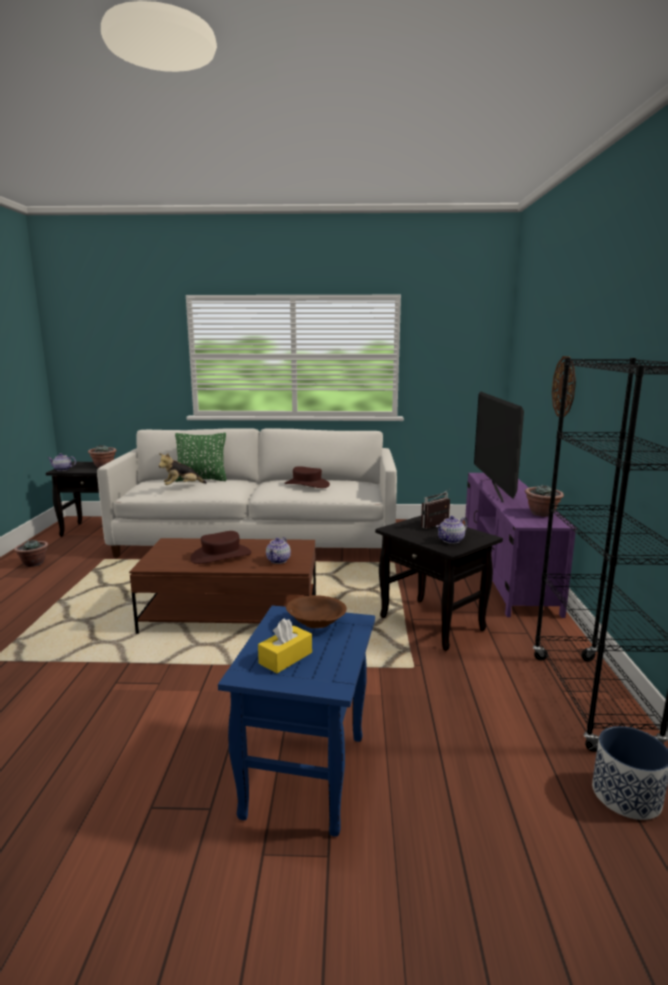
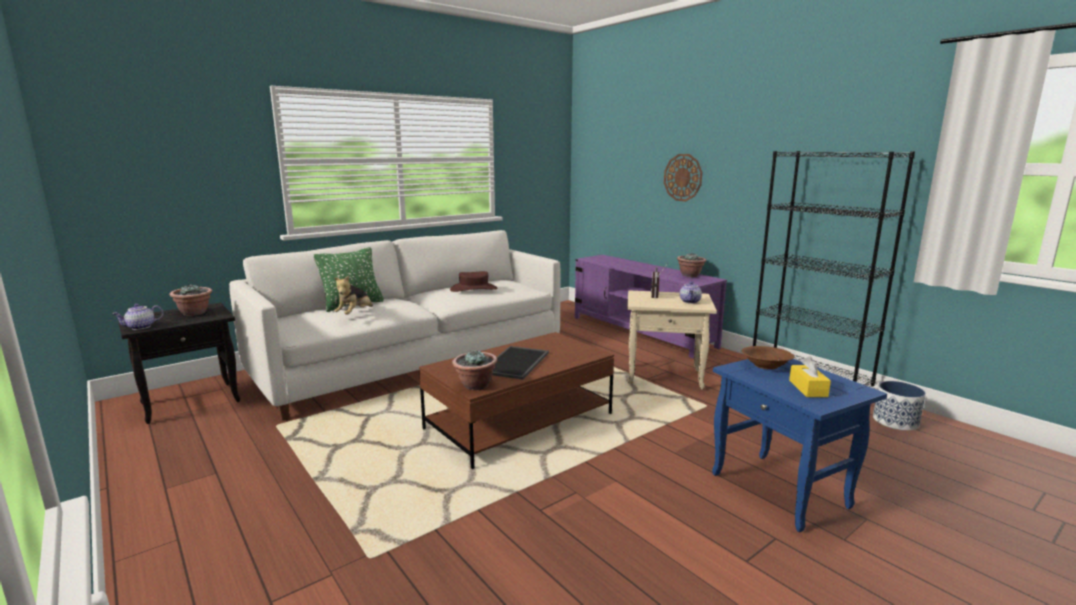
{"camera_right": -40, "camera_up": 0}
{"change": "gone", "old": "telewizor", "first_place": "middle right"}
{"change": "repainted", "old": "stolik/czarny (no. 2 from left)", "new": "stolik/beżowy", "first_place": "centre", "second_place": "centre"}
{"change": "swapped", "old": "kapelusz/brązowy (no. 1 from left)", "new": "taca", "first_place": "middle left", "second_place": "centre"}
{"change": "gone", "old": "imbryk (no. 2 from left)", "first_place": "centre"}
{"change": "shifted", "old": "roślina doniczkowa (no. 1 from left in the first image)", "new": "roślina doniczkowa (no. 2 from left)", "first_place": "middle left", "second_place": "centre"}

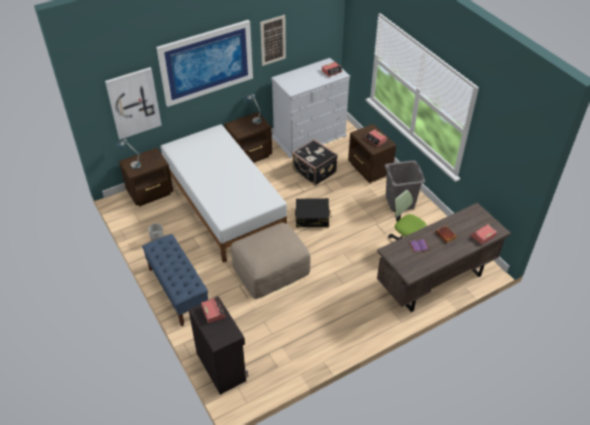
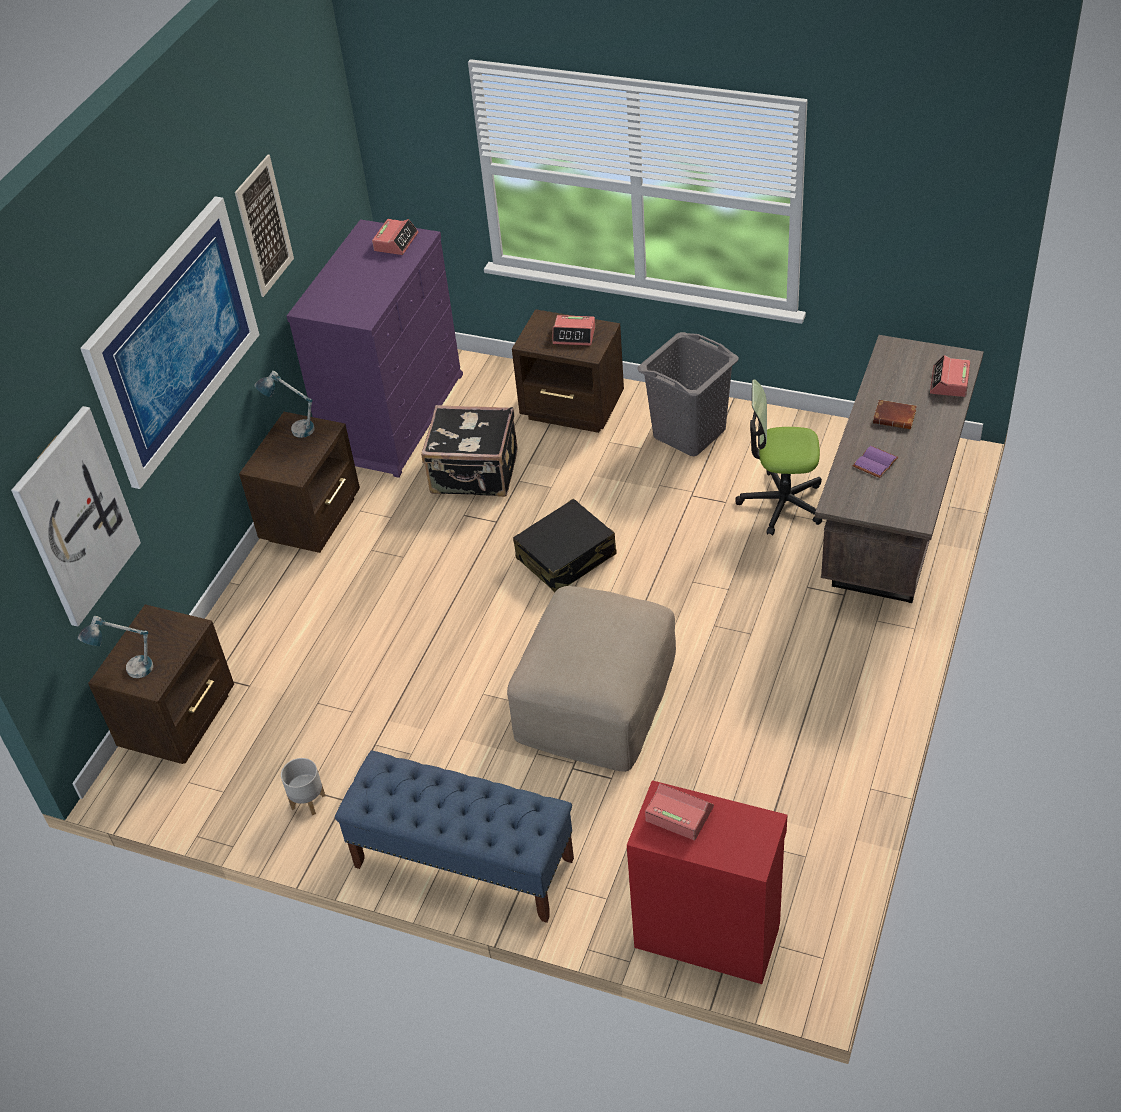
{"camera_right": -35, "camera_up": 0}
{"change": "repainted", "old": "komoda/biały", "new": "komoda/fioletowy", "first_place": "top centre", "second_place": "top centre"}
{"change": "gone", "old": "łóżko/biały", "first_place": "centre"}
{"change": "repainted", "old": "szafka/czarny", "new": "szafka/czerwony", "first_place": "bottom centre", "second_place": "bottom centre"}

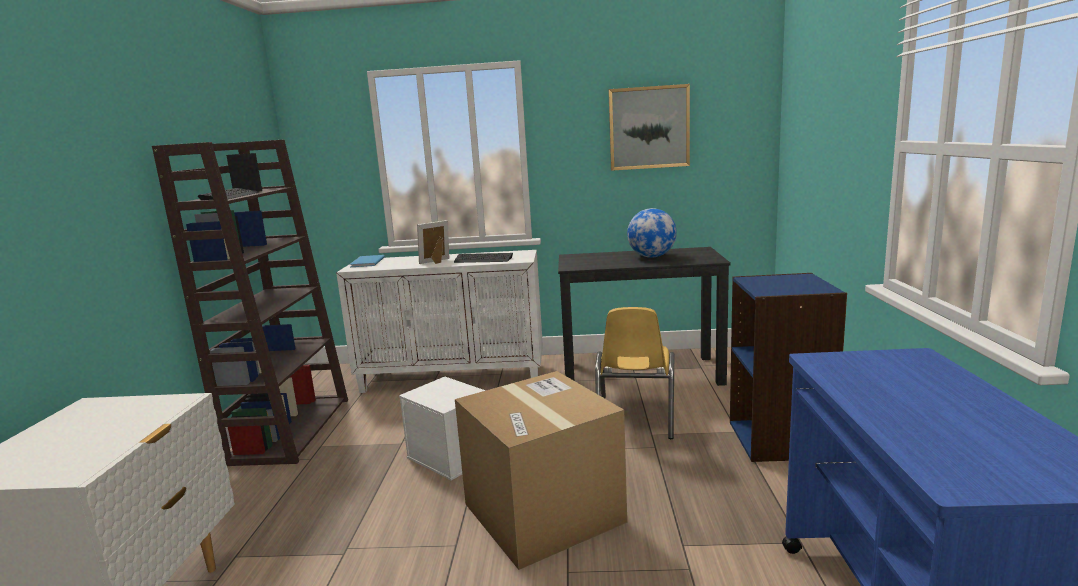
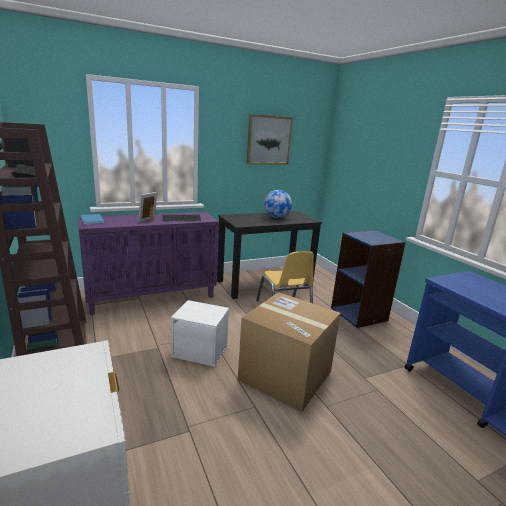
{"camera_right": -30, "camera_up": 5}
{"change": "repainted", "old": "szafka/biały", "new": "szafka/fioletowy", "first_place": "centre", "second_place": "middle left"}

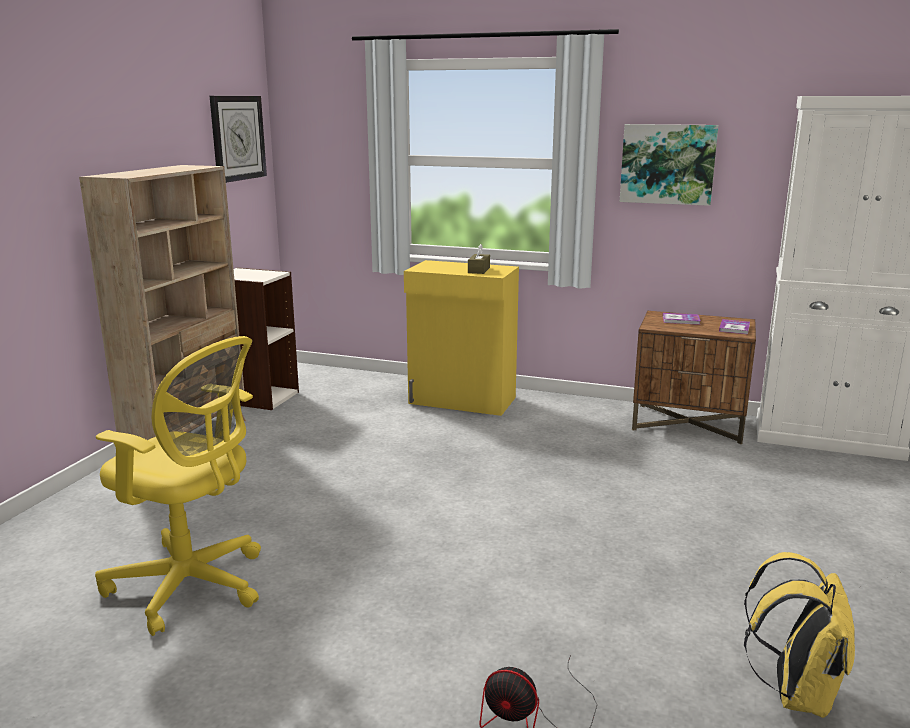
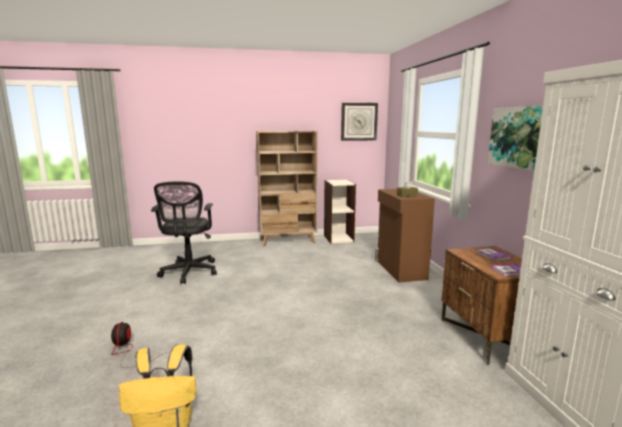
{"camera_right": 60, "camera_up": -5}
{"change": "repainted", "old": "szafka/żółty", "new": "szafka/brązowy", "first_place": "centre", "second_place": "centre"}
{"change": "repainted", "old": "krzesło biurowe/żółty", "new": "krzesło biurowe/czarny", "first_place": "bottom left", "second_place": "middle left"}

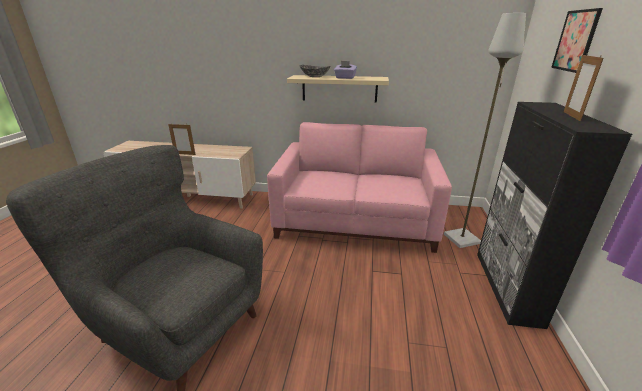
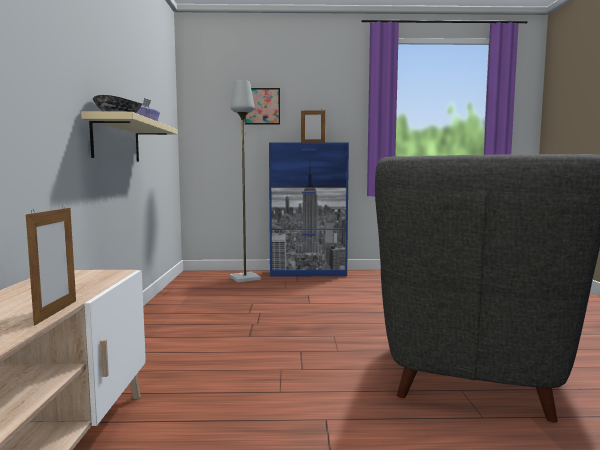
{"camera_right": -100, "camera_up": -20}
{"change": "repainted", "old": "szafka/czarny", "new": "szafka/niebieski", "first_place": "middle right", "second_place": "centre"}
{"change": "gone", "old": "kanapa/różowy", "first_place": "centre"}

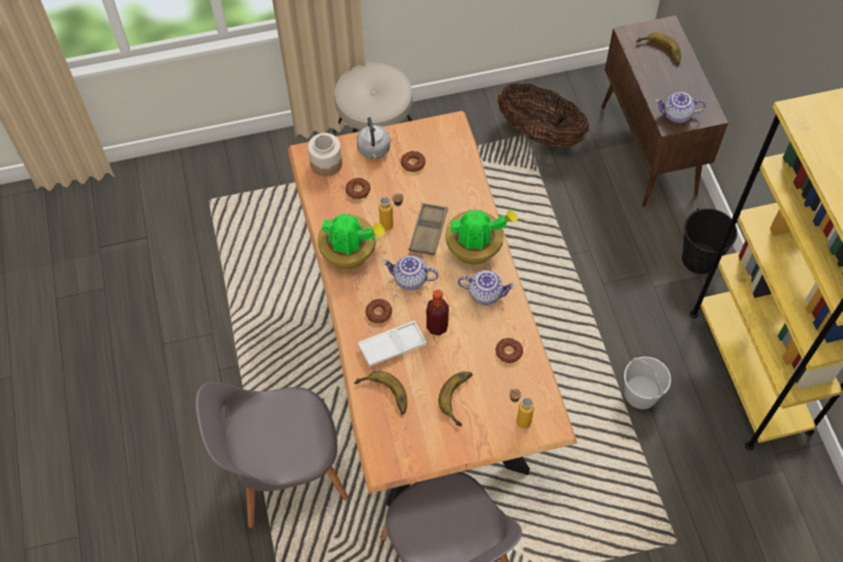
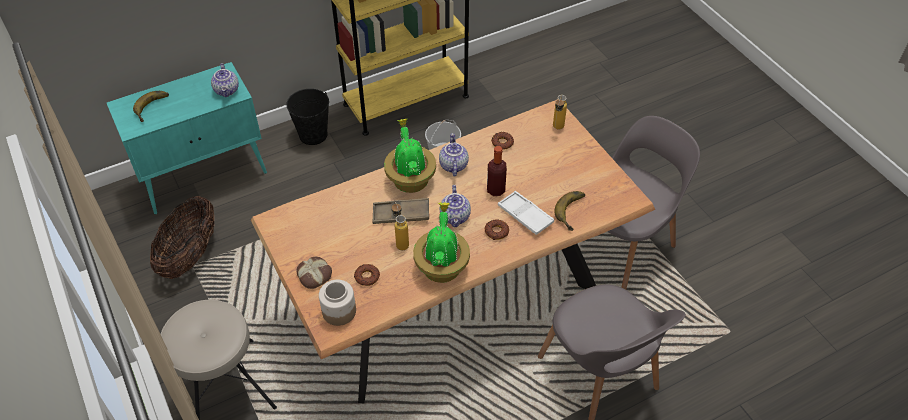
{"camera_right": -105, "camera_up": -10}
{"change": "repainted", "old": "szafka/brązowy", "new": "szafka/turkusowy", "first_place": "top right", "second_place": "top left"}
{"change": "swapped", "old": "czajnik/szary", "new": "chleb", "first_place": "top centre", "second_place": "centre"}
{"change": "gone", "old": "donut (no. 3 from left)", "first_place": "top centre"}
{"change": "gone", "old": "banan (no. 2 from left)", "first_place": "bottom centre"}

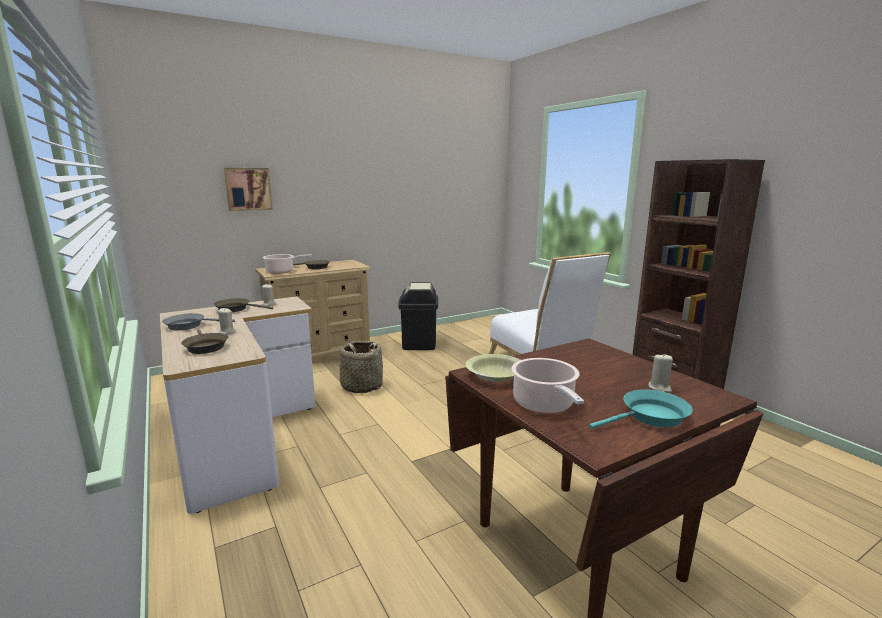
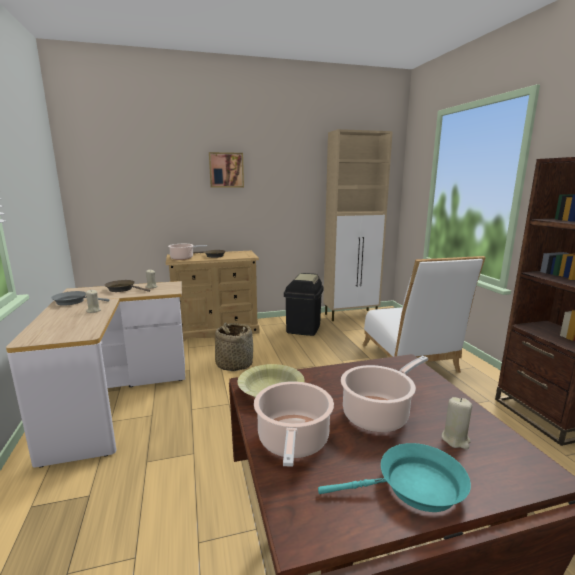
{"camera_right": 15, "camera_up": 0}
{"change": "shifted", "old": "obraz", "first_place": "top left", "second_place": "top centre"}
{"change": "gone", "old": "patelnia/brązowy (no. 1 from left)", "first_place": "middle left"}
{"change": "new", "new": "szafka/beżowy", "second_place": "centre"}
{"change": "new", "new": "garnek (no. 3 from left)", "second_place": "bottom right"}

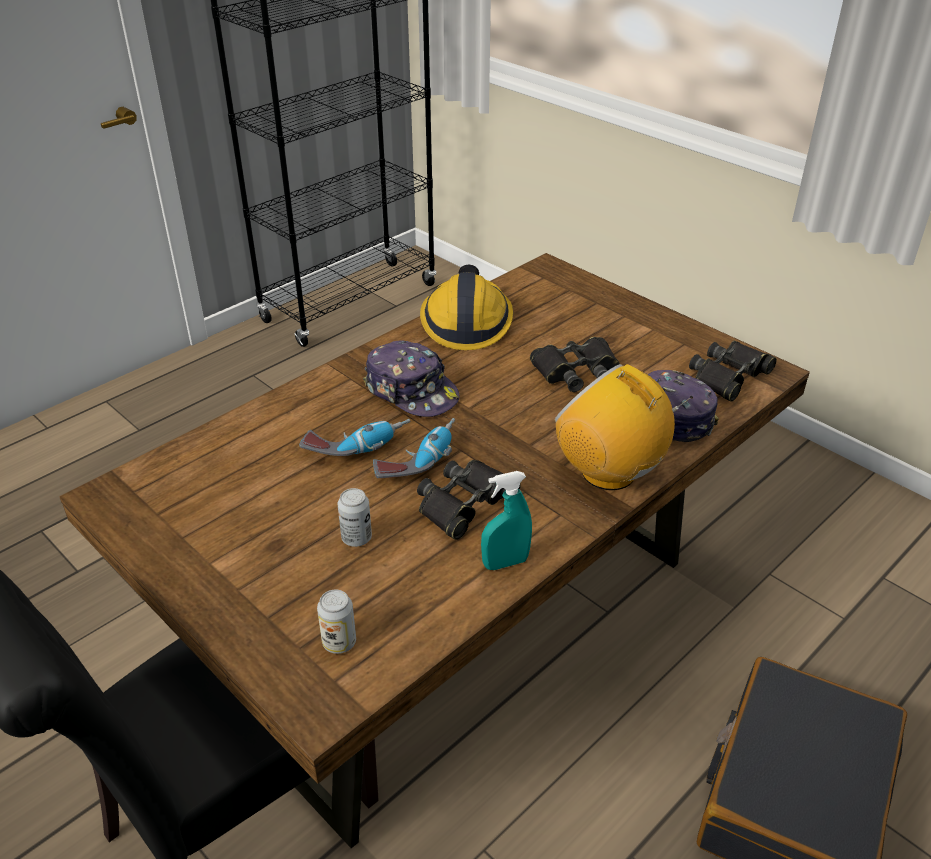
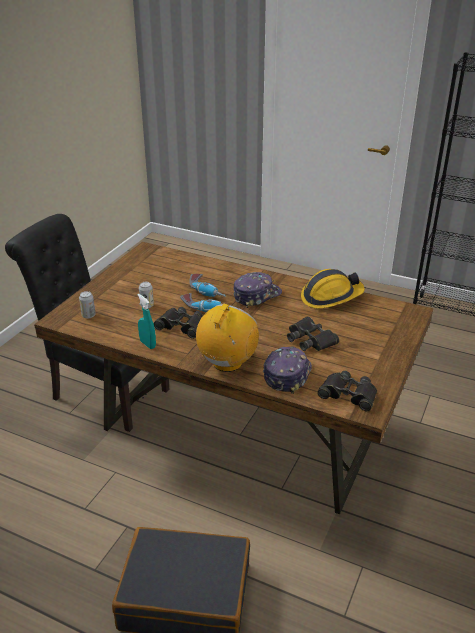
{"camera_right": 70, "camera_up": -5}
{"change": "rotated", "old": "czapka z daszkiem (no. 1 from left)", "first_place": "centre", "second_place": "centre", "degrees": -150}

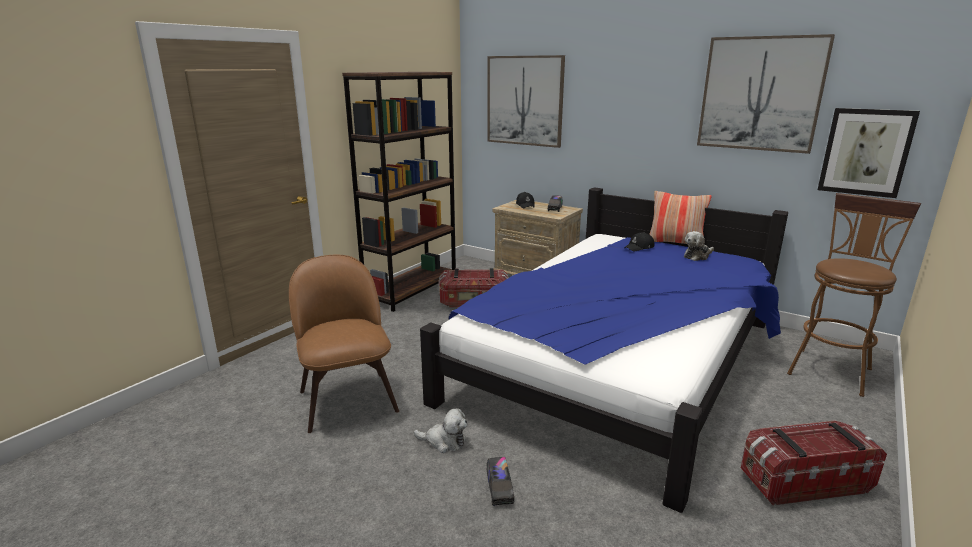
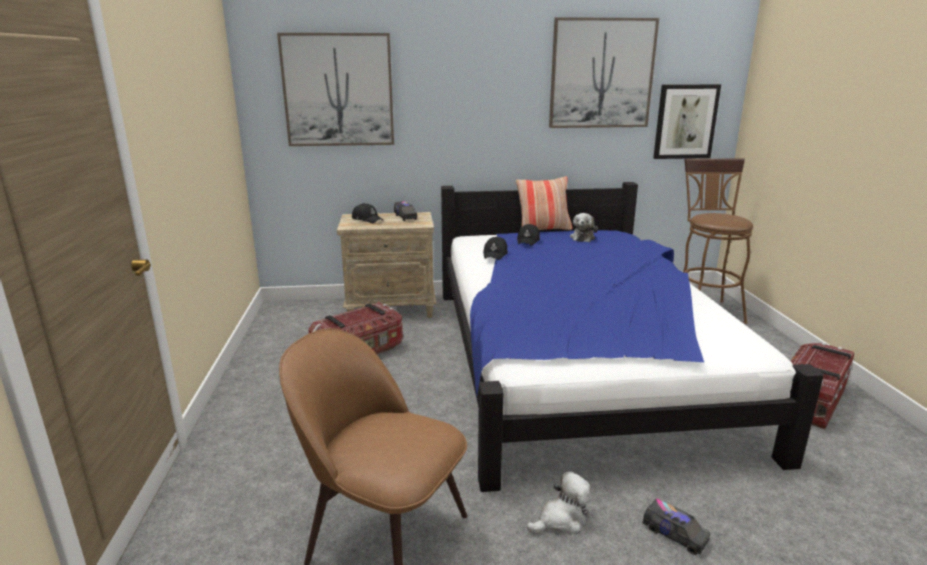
{"camera_right": -40, "camera_up": 0}
{"change": "gone", "old": "regał/brązowy", "first_place": "centre"}
{"change": "new", "new": "czapka z daszkiem/czarny (no. 2 from left)", "second_place": "centre"}

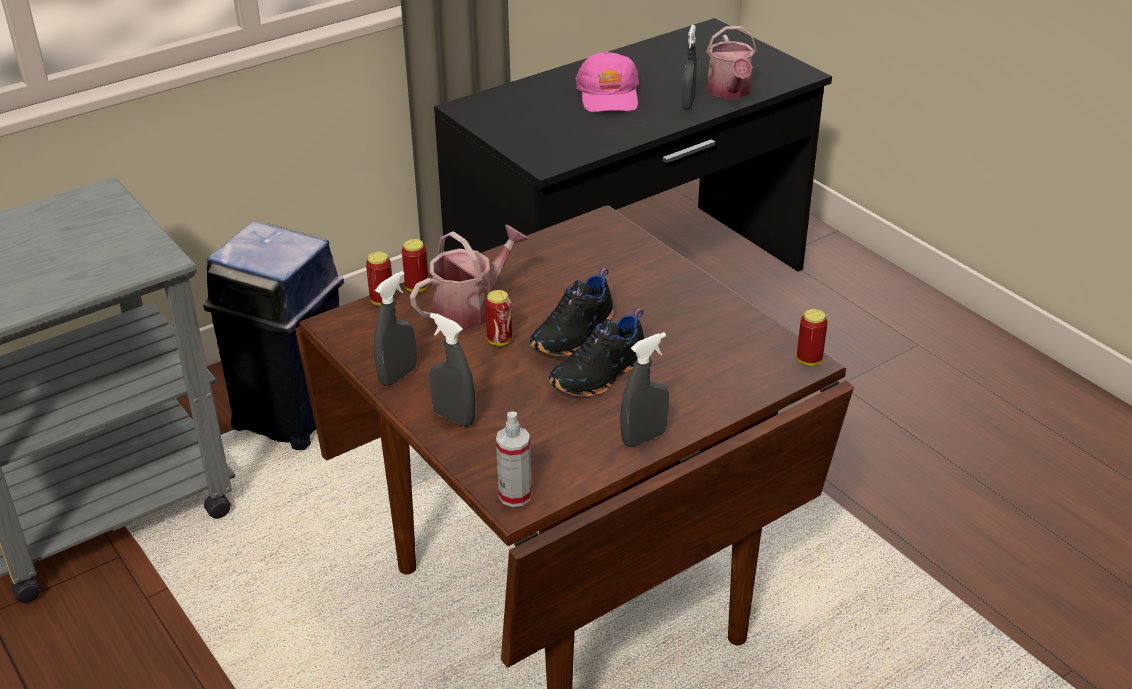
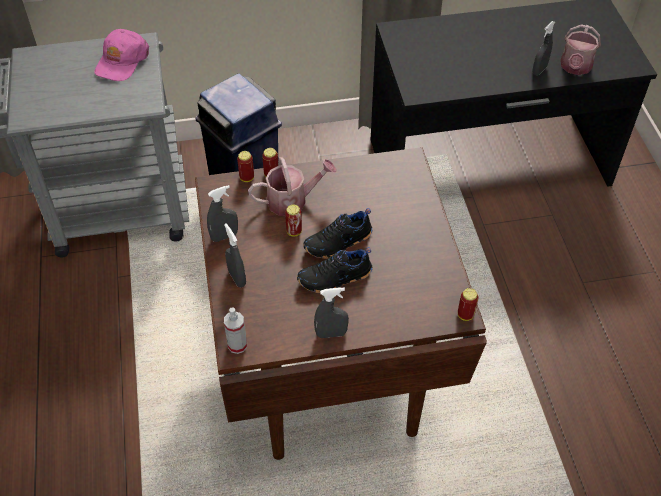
{"camera_right": 25, "camera_up": 15}
{"change": "shifted", "old": "czapka z daszkiem/różowy", "first_place": "top centre", "second_place": "top left"}

